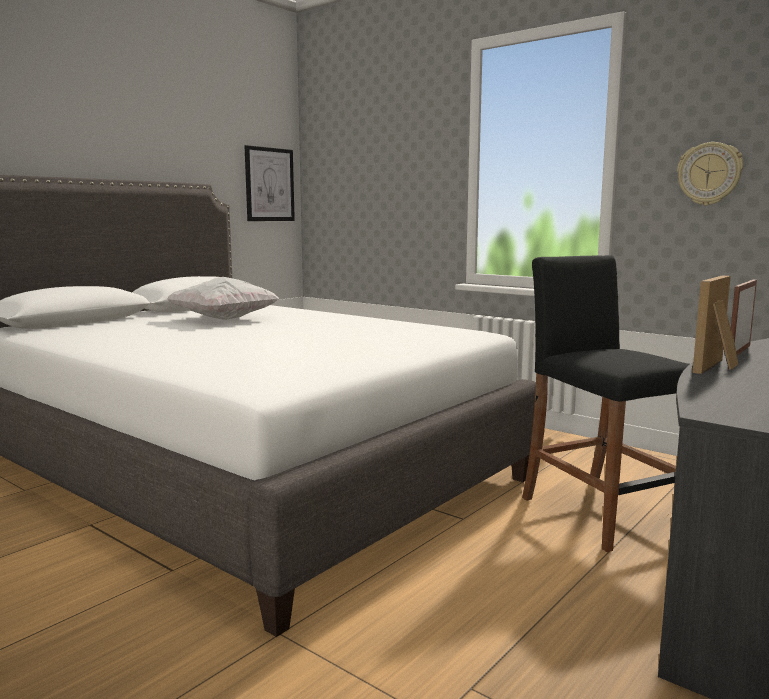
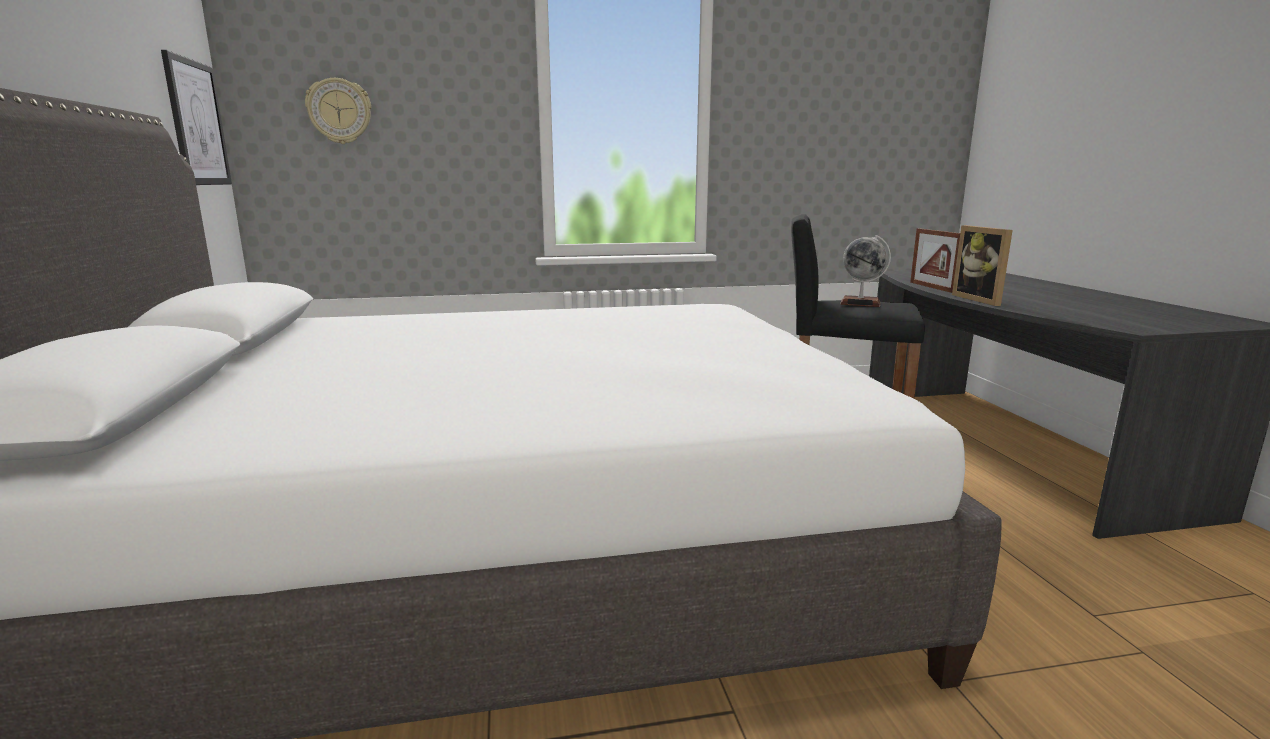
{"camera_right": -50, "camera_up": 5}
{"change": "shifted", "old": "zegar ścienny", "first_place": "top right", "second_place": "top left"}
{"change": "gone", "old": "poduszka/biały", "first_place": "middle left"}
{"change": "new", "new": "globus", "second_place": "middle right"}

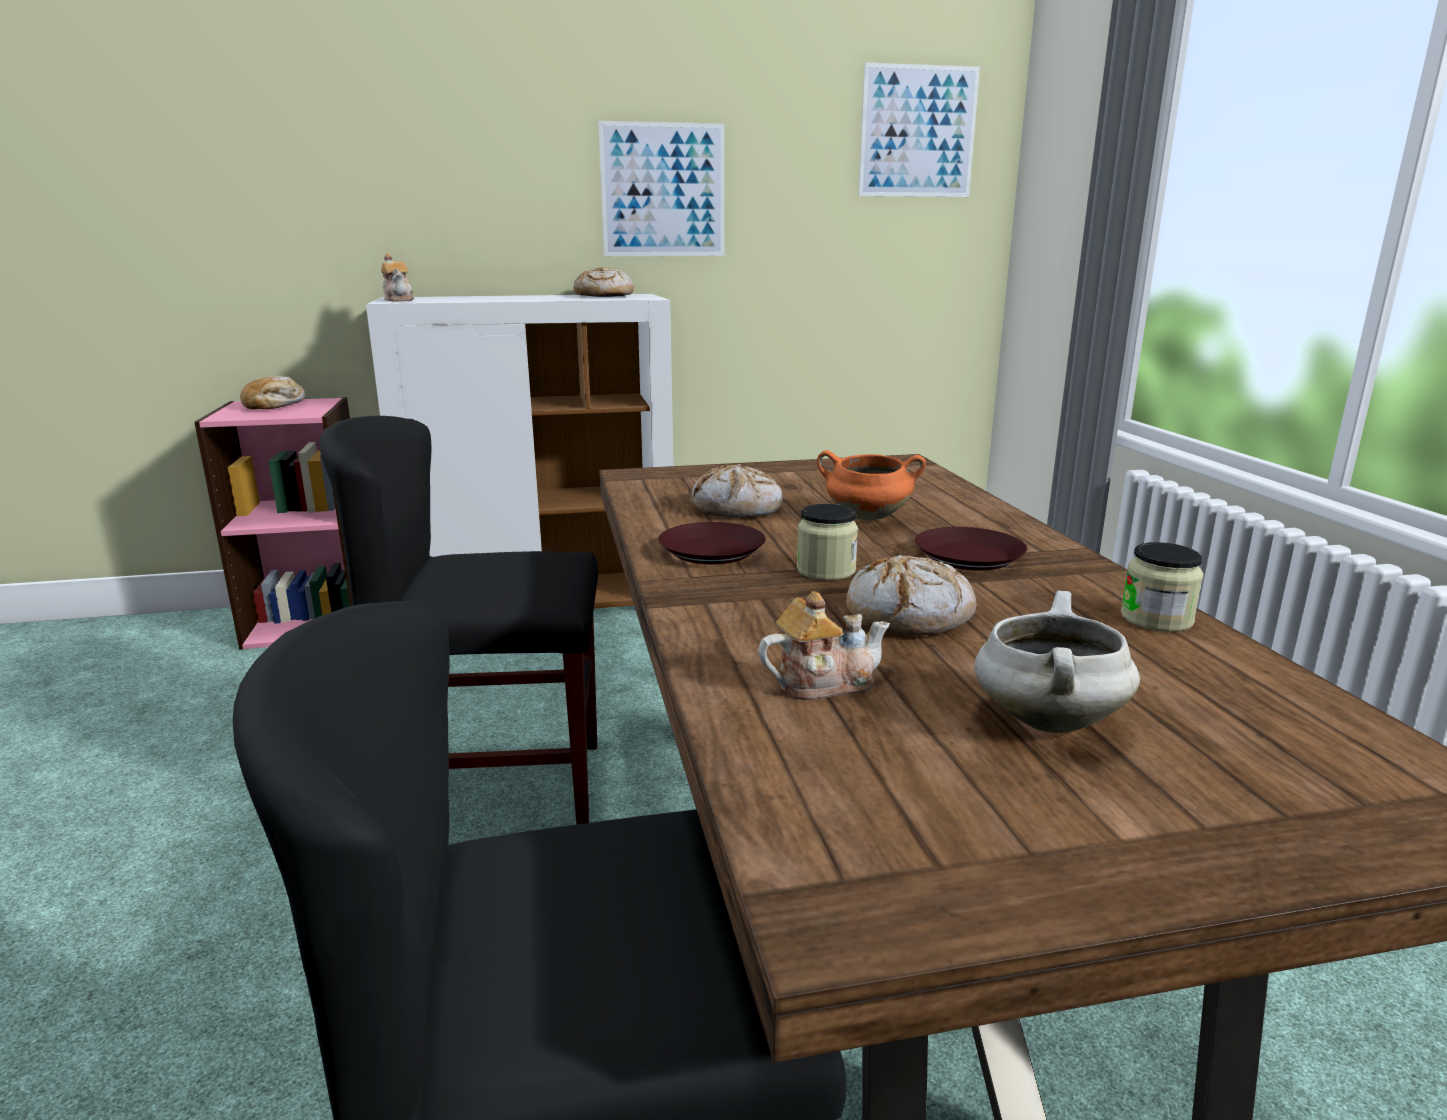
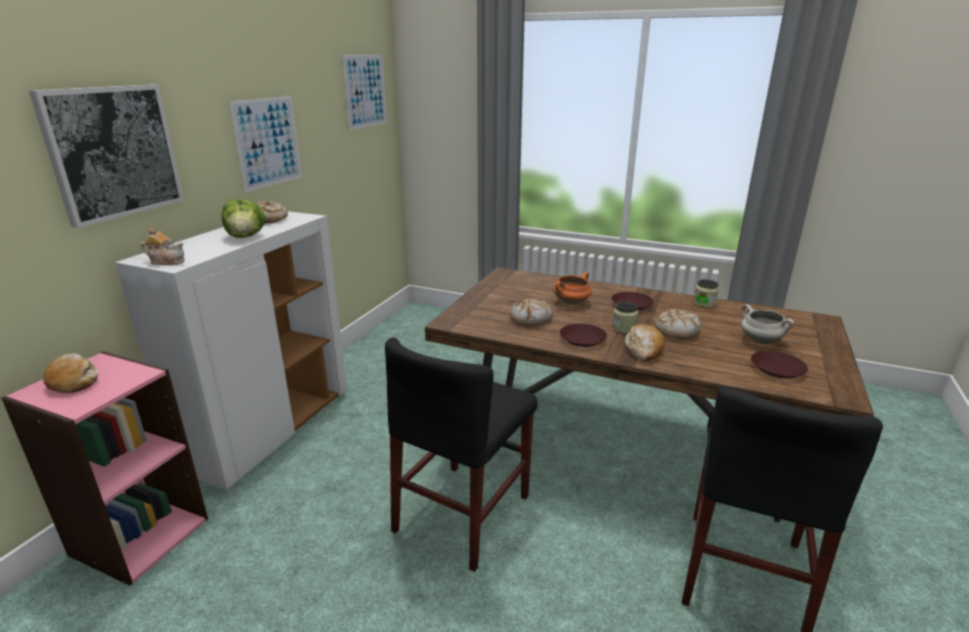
{"camera_right": -55, "camera_up": 5}
{"change": "gone", "old": "imbryk (no. 2 from left)", "first_place": "centre"}
{"change": "new", "new": "obraz (no. 1 from left)", "second_place": "top left"}
{"change": "new", "new": "sałata", "second_place": "middle left"}
{"change": "new", "new": "chleb (no. 4 from left)", "second_place": "centre"}
{"change": "new", "new": "talerz/brązowy (no. 3 from left)", "second_place": "middle right"}

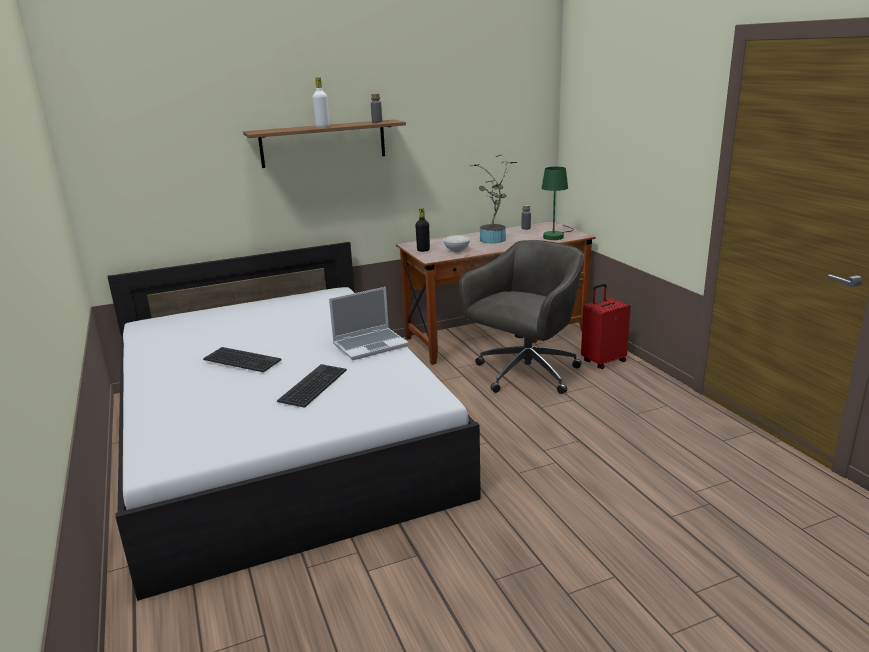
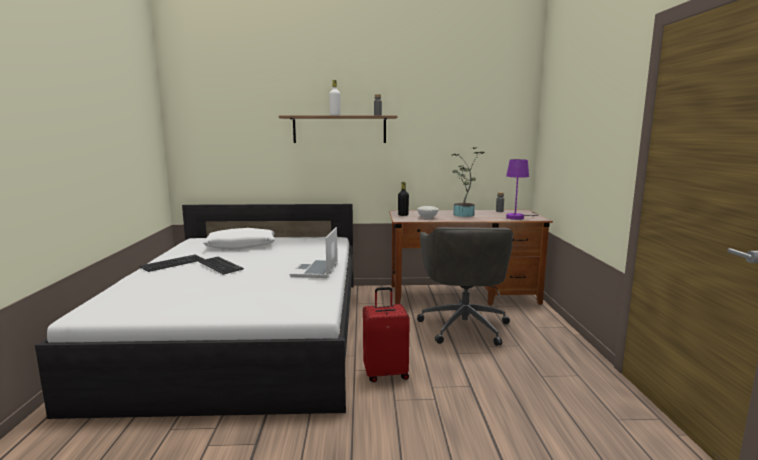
{"camera_right": 20, "camera_up": -10}
{"change": "repainted", "old": "lampa stołowa/zielony", "new": "lampa stołowa/fioletowy", "first_place": "top centre", "second_place": "middle right"}
{"change": "rotated", "old": "krzesło biurowe/szary", "first_place": "centre", "second_place": "centre", "degrees": 120}
{"change": "shifted", "old": "walizka/czerwony", "first_place": "middle right", "second_place": "bottom centre"}
{"change": "rotated", "old": "laptop", "first_place": "centre", "second_place": "centre", "degrees": 105}
{"change": "shifted", "old": "klawiatura (no. 2 from left in the first image)", "new": "klawiatura (no. 1 from left)", "first_place": "centre", "second_place": "middle left"}
{"change": "new", "new": "poduszka/biały", "second_place": "middle left"}

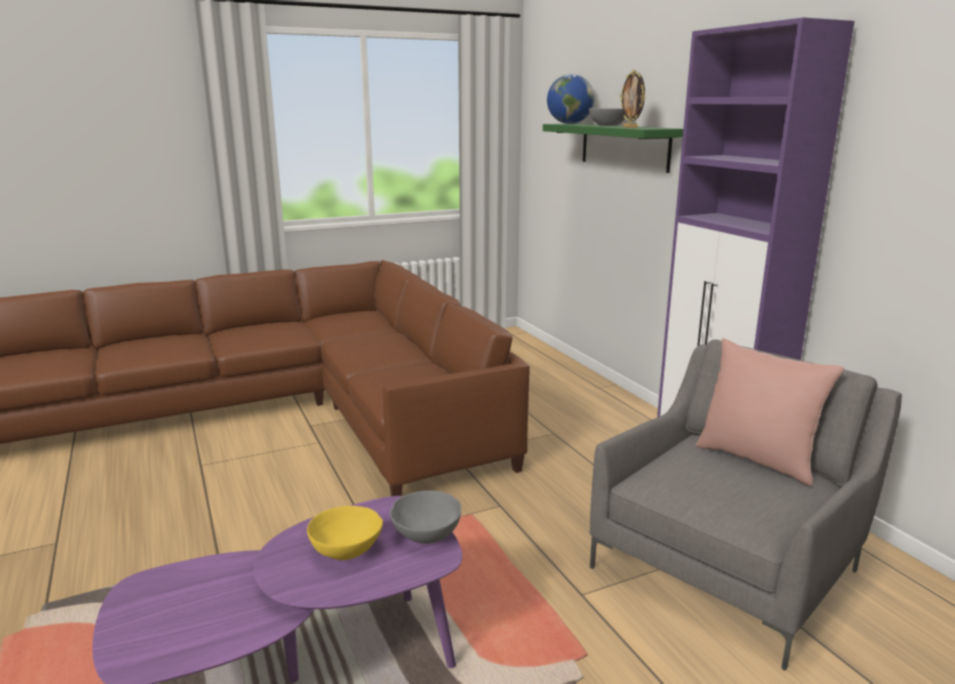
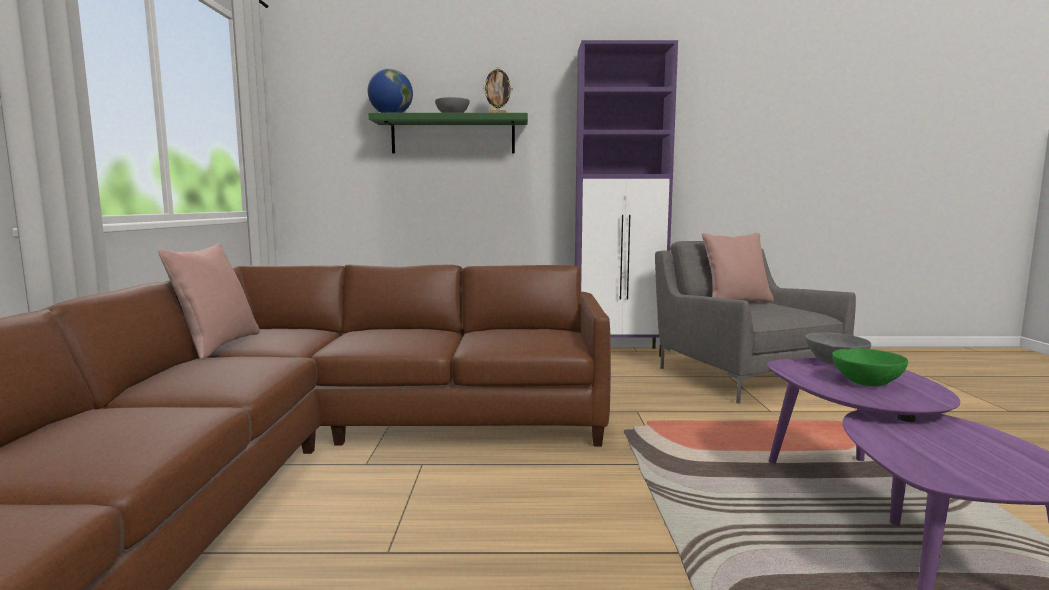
{"camera_right": -65, "camera_up": -10}
{"change": "repainted", "old": "miska/żółty", "new": "miska/zielony", "first_place": "bottom centre", "second_place": "middle right"}
{"change": "new", "new": "poduszka/różowy (no. 1 from left)", "second_place": "middle left"}

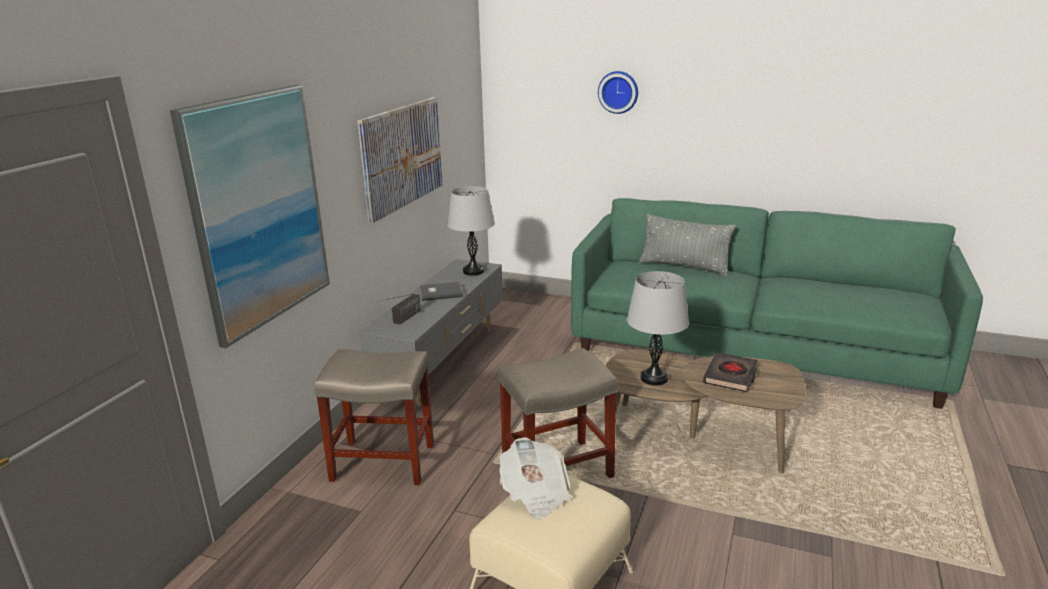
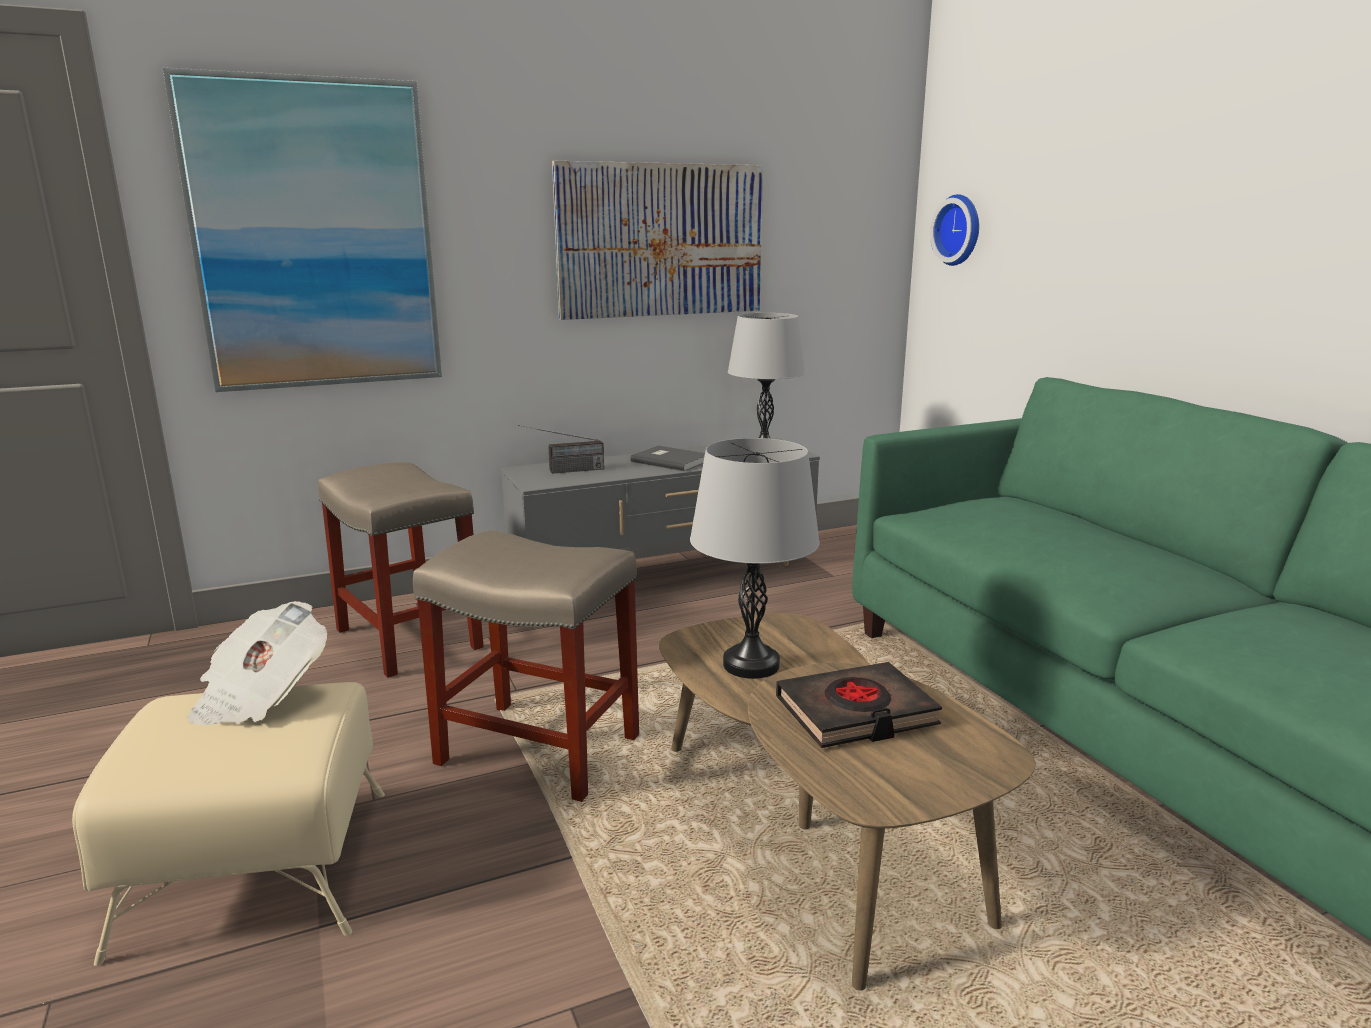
{"camera_right": 45, "camera_up": -5}
{"change": "shifted", "old": "zegar ścienny", "first_place": "top centre", "second_place": "top right"}
{"change": "gone", "old": "poduszka/szary", "first_place": "centre"}

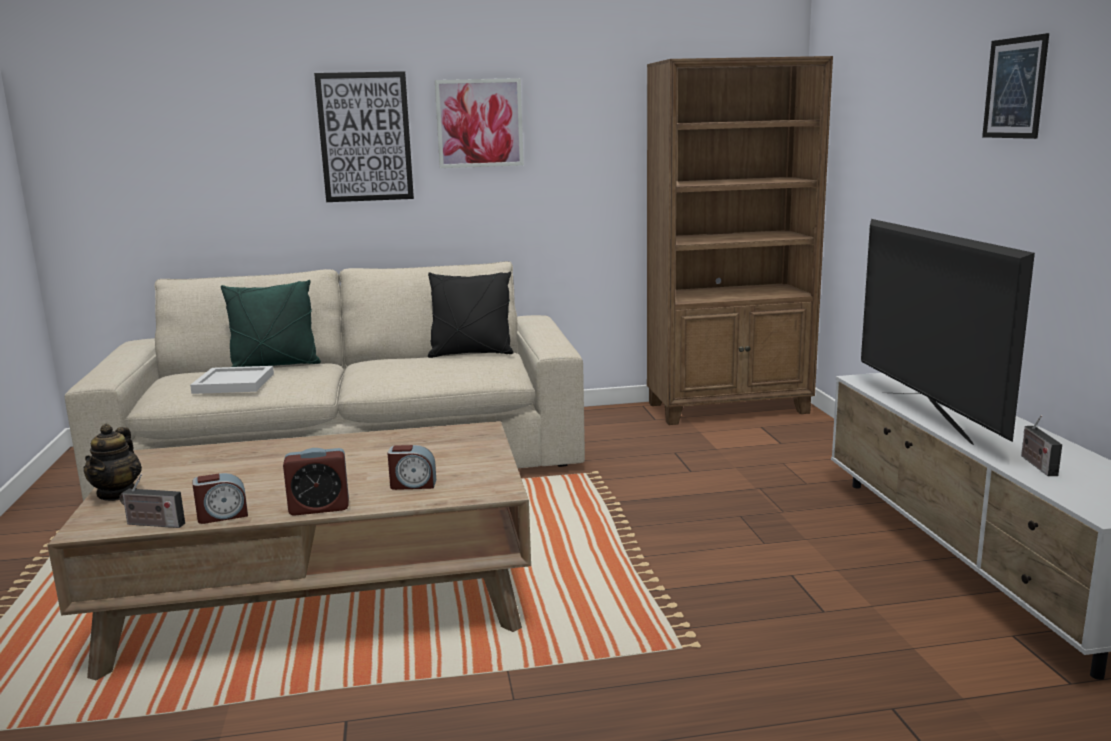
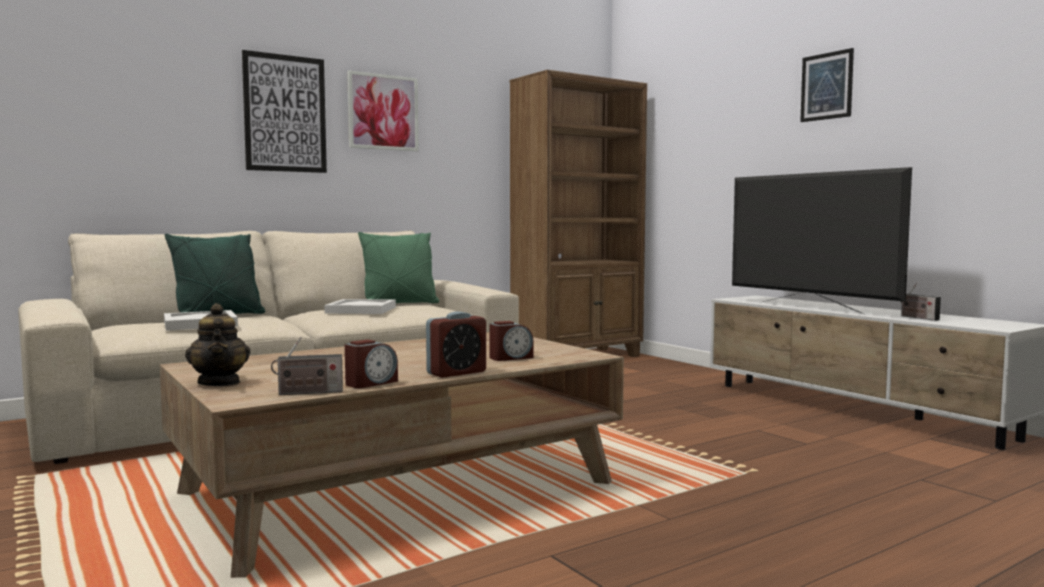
{"camera_right": -25, "camera_up": -10}
{"change": "repainted", "old": "poduszka/czarny", "new": "poduszka/zielony (no. 2 from left)", "first_place": "centre", "second_place": "centre"}
{"change": "new", "new": "taca/biały (no. 2 from left)", "second_place": "centre"}

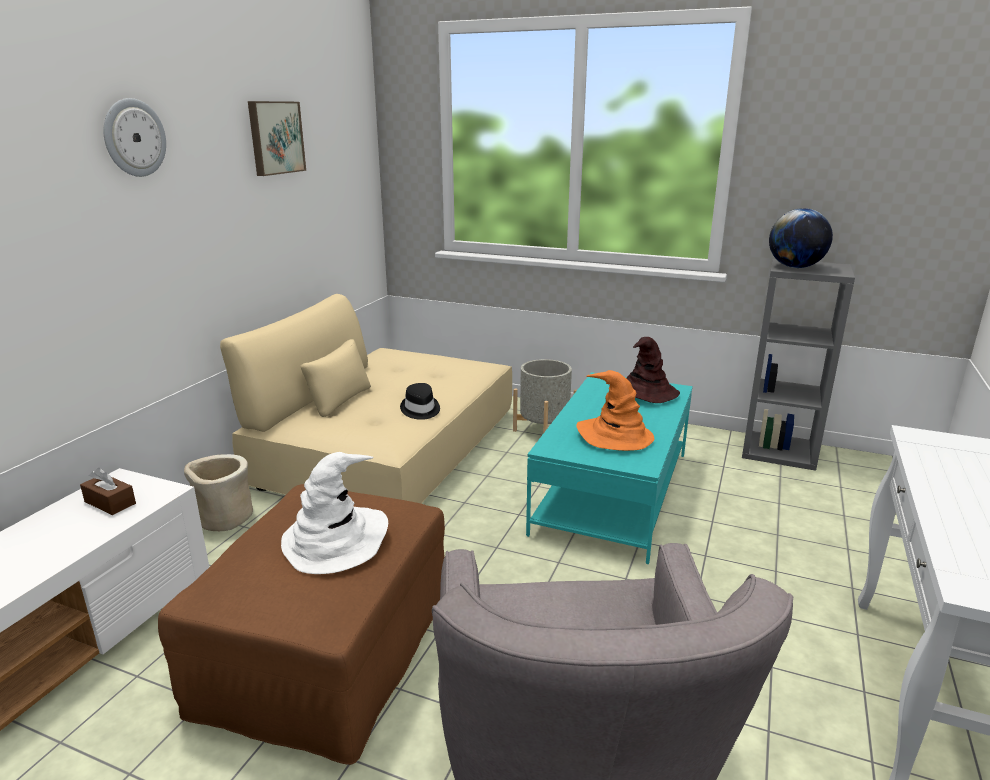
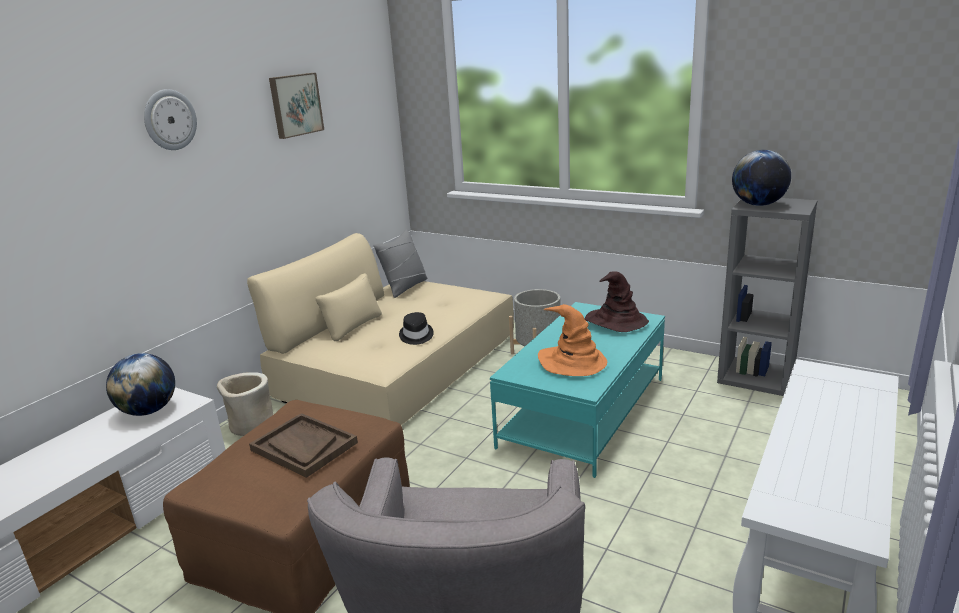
{"camera_right": 10, "camera_up": 0}
{"change": "swapped", "old": "kapelusz/biały", "new": "taca/brązowy", "first_place": "centre", "second_place": "bottom left"}
{"change": "swapped", "old": "pudełko chusteczek/brązowy", "new": "globus (no. 1 from left)", "first_place": "middle left", "second_place": "middle left"}
{"change": "new", "new": "poduszka/szary", "second_place": "centre"}

